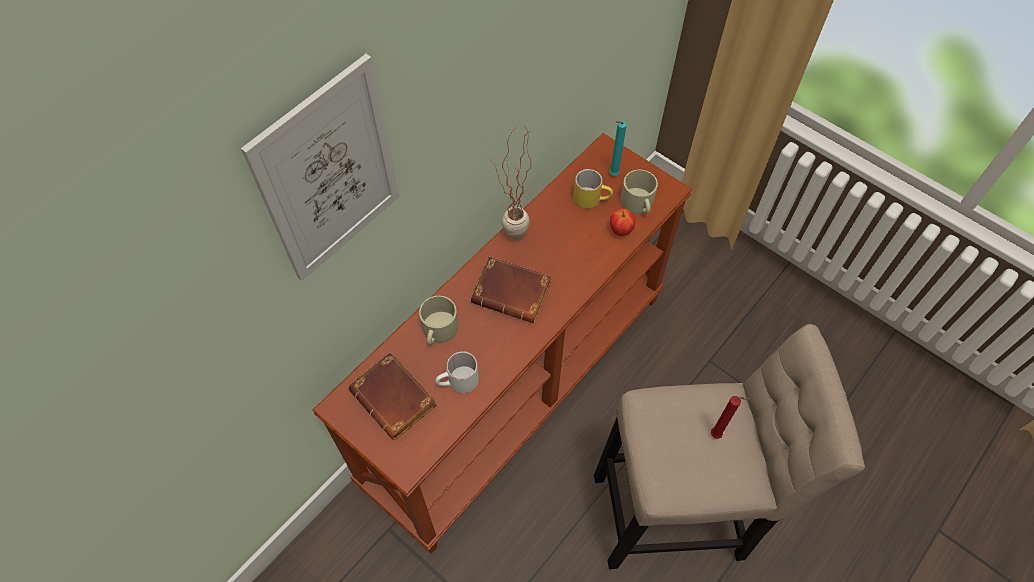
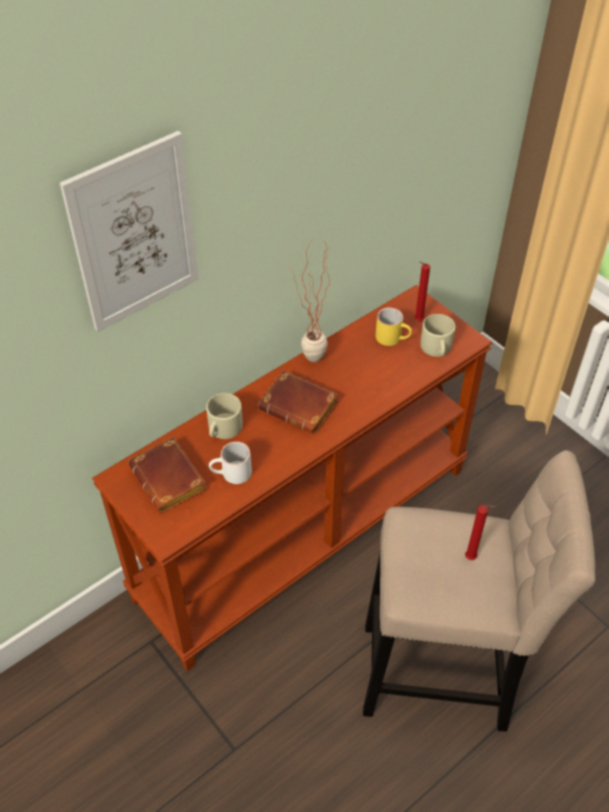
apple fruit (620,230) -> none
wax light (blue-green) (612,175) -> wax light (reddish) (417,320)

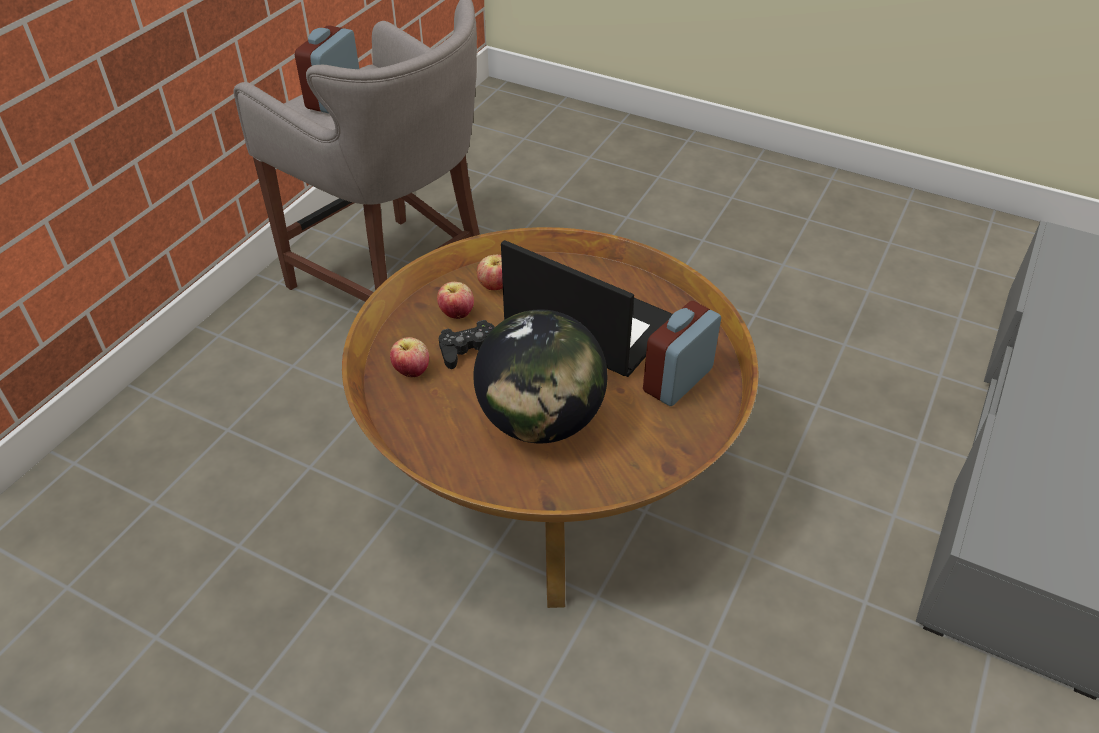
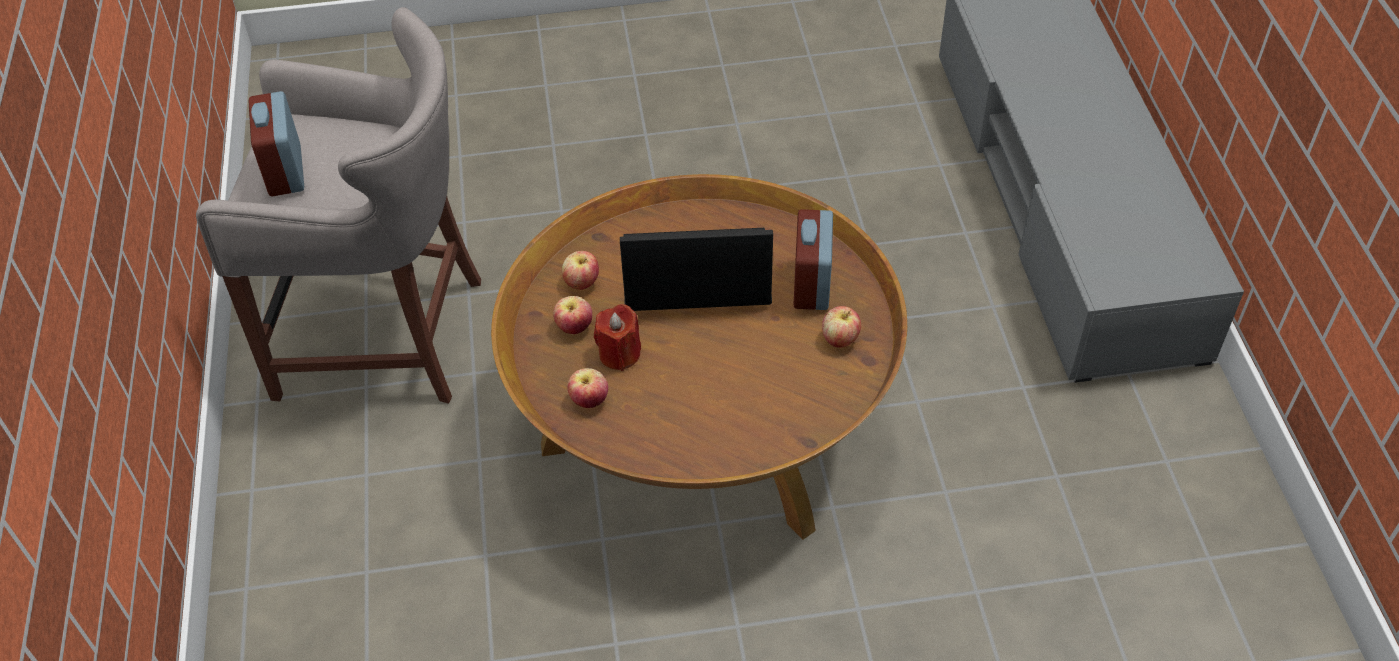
desk globe (540,421) -> none
none -> apple fruit (840,339)
gamepad (black) (469,350) -> wax light (reddish) (619,354)

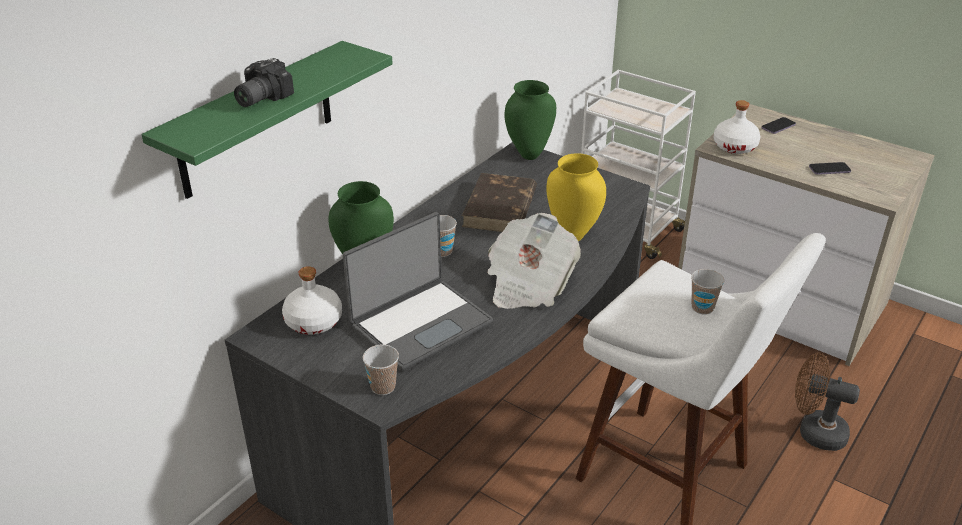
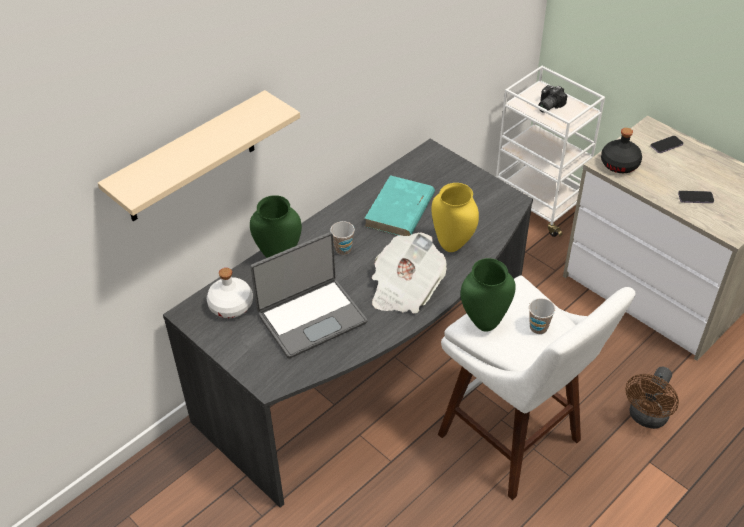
drinking cup (383,387) -> none
photo camera (259,98) -> photo camera (547,106), shifted
vase (greenish) (529,155) -> vase (greenish) (484,324), shifted
wall shelf (greenish) (256,120) -> wall shelf (beige-coloured) (190,159)
volume (brownish) (500,208) -> volume (blue-green) (399,211)
drink bottle (whitish) (735,146) -> drink bottle (black) (619,164)
fan (brownish) (814,432) -> fan (brownish) (646,418), 90 degrees counterclockwise

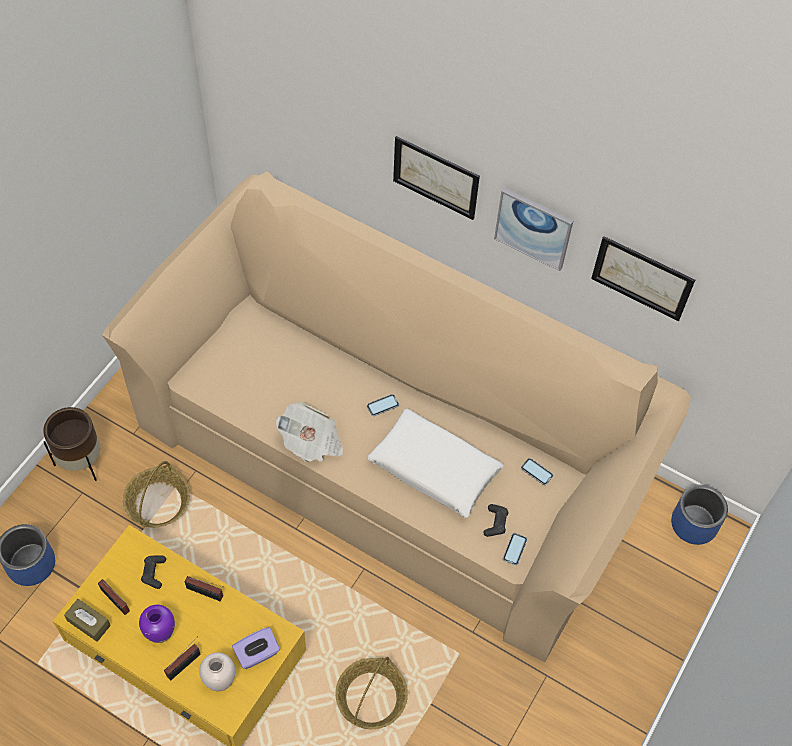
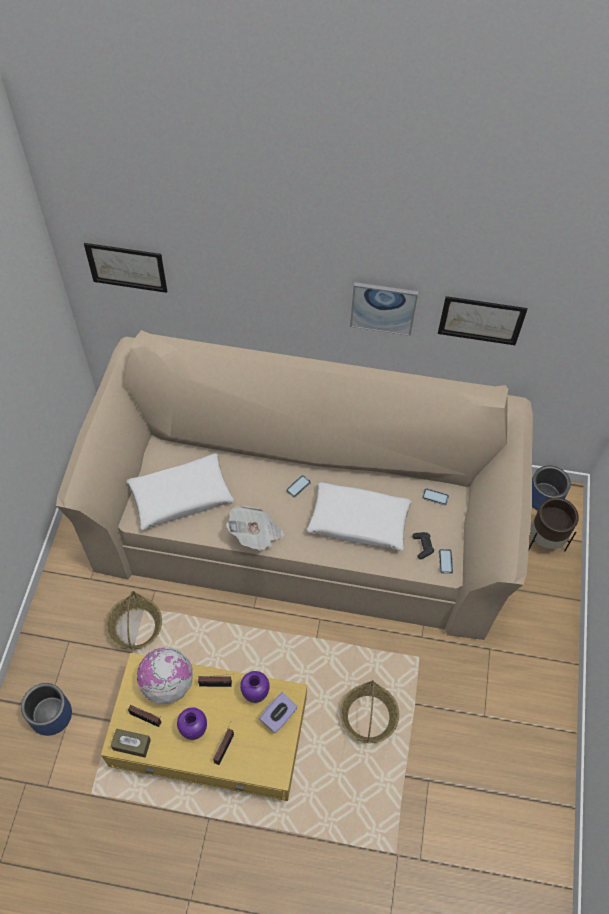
vase (whitish) (219,680) -> none
none -> pillow (whitish) (181,496)
none -> vase (purple-coloured) (255,693)
plant pot (brownish) (81,461) -> plant pot (brownish) (544,541), shifted
wall picture (435,177) -> wall picture (126,267), shifted
gamepad (black) (154,573) -> desk globe (167,684)

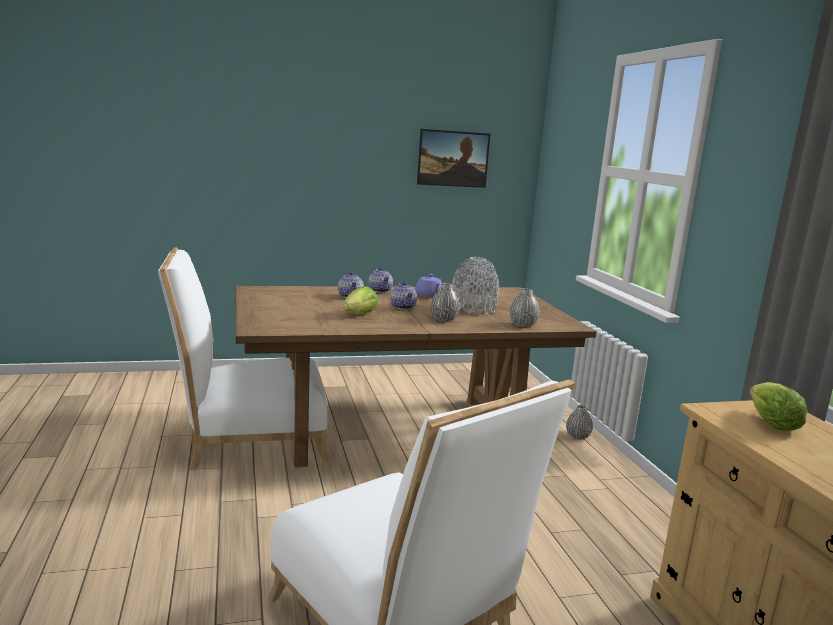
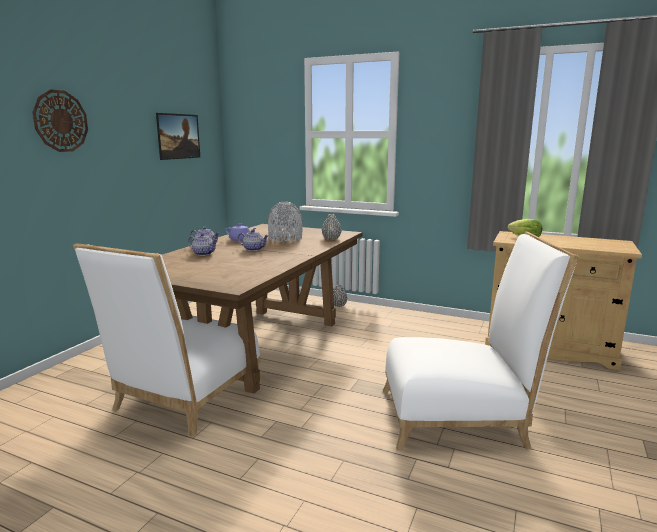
lettuce head (359,314) -> none
vase (gray) (444,319) -> none
none -> clock on the wall (60,121)

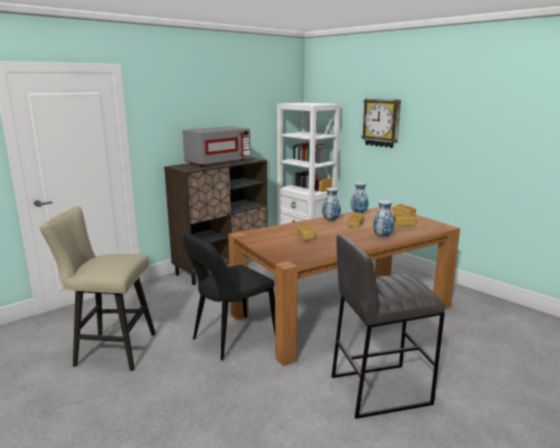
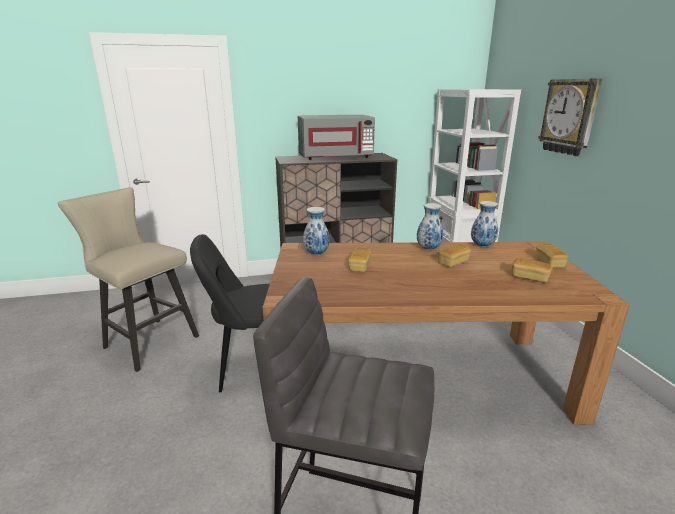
vase (382,236) -> vase (316,253), shifted

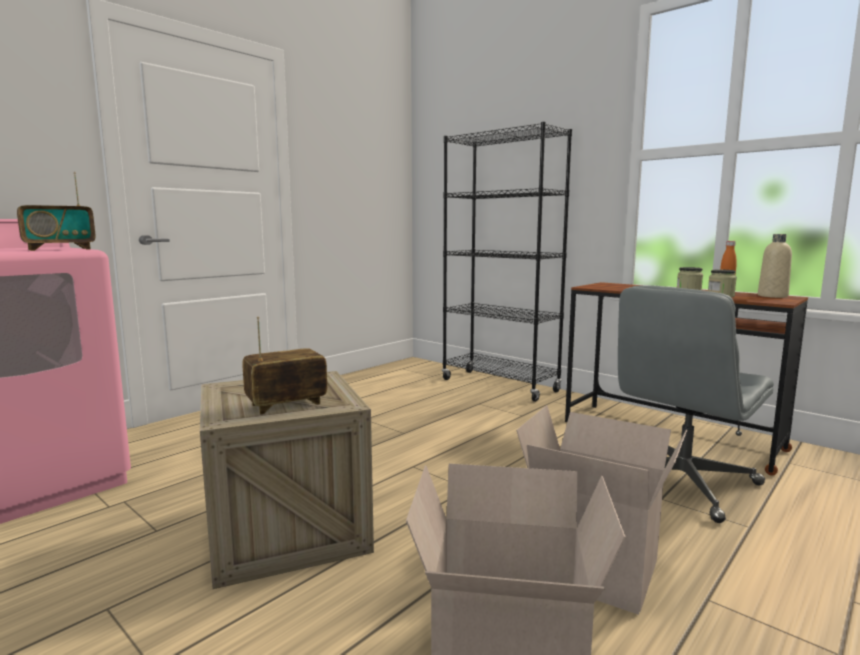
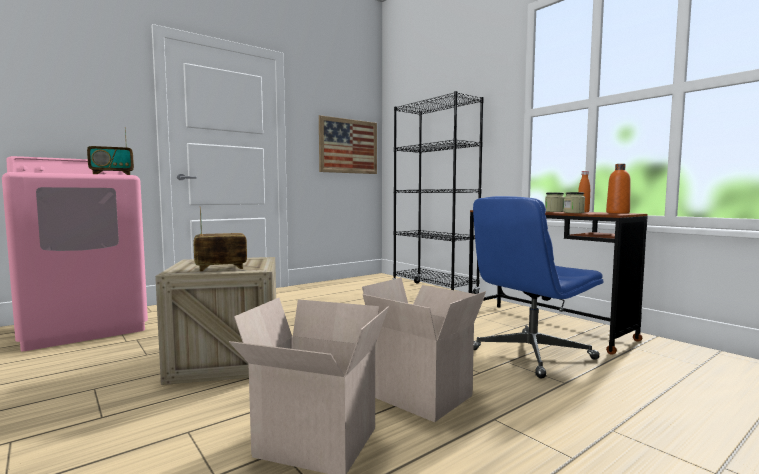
none -> wall picture (348,146)
office chair (gray) (682,484) -> office chair (bluish) (531,355)
drink bottle (beige-coloured) (772,296) -> drink bottle (orange) (617,213)

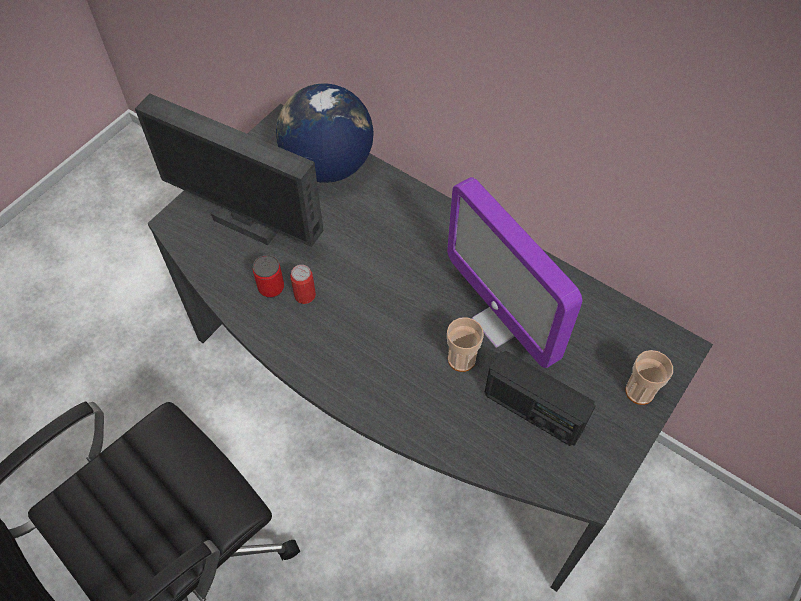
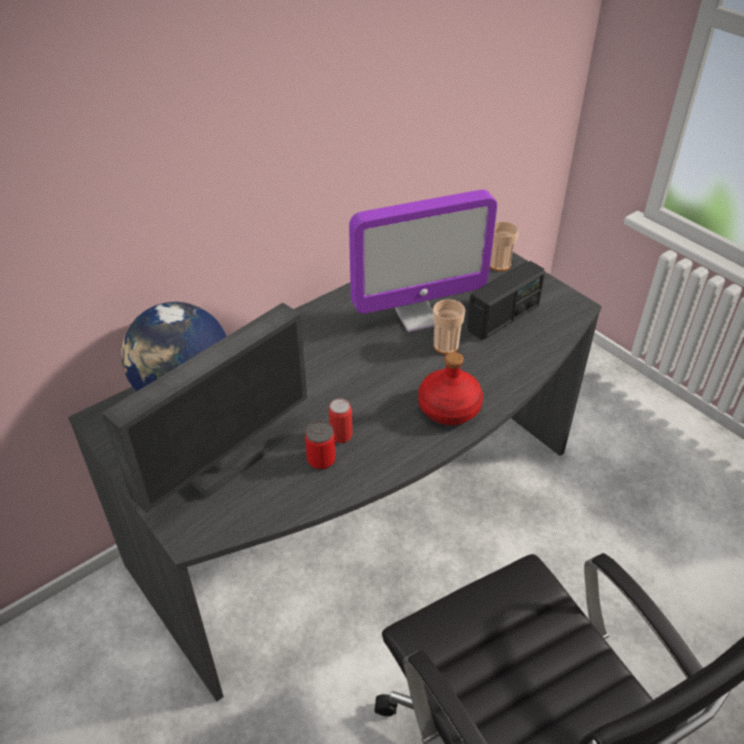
none -> drink bottle (reddish) (449,407)

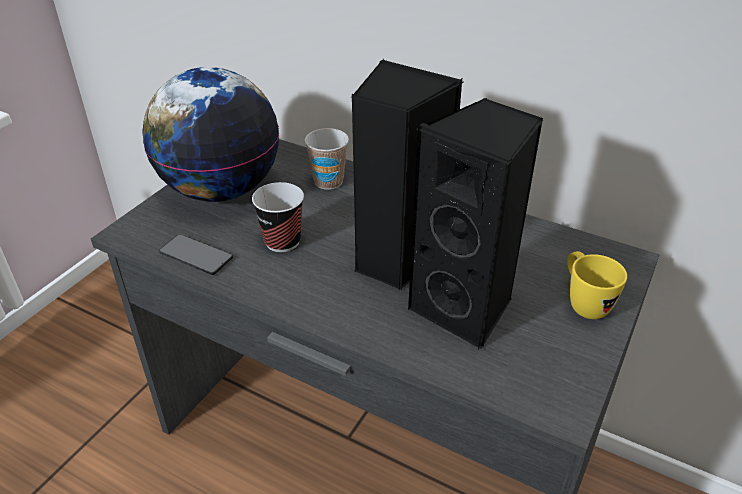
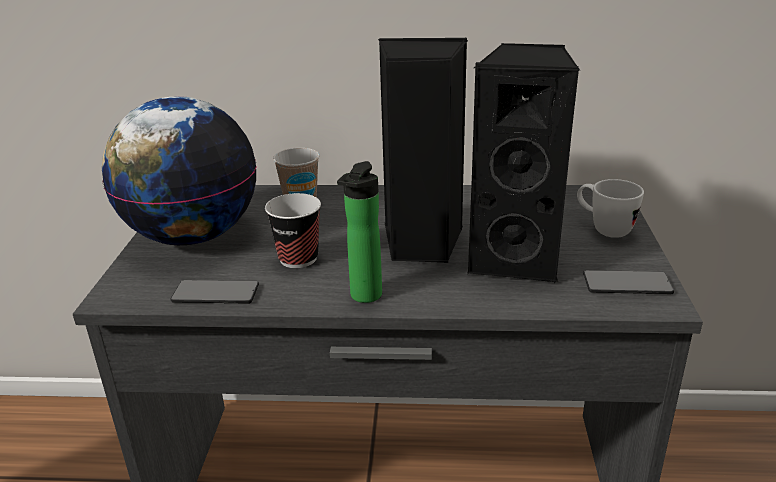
none -> drink bottle (364,297)
none -> handset (627,284)
mug (yellow) (583,303) -> mug (whitish) (603,229)

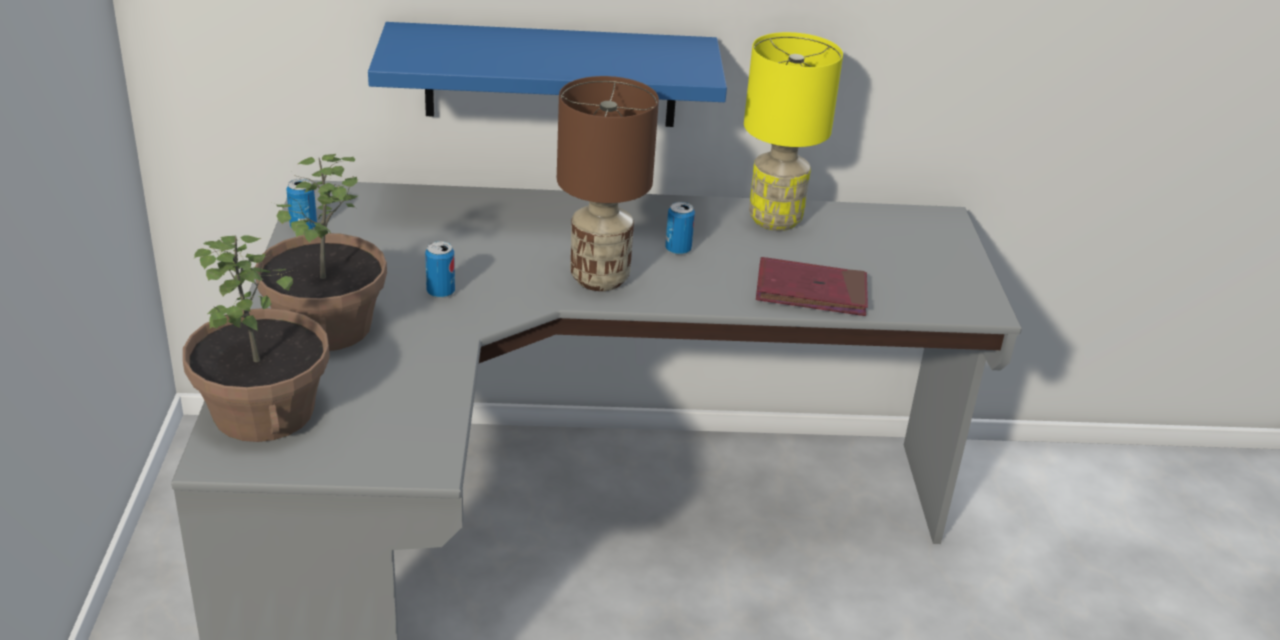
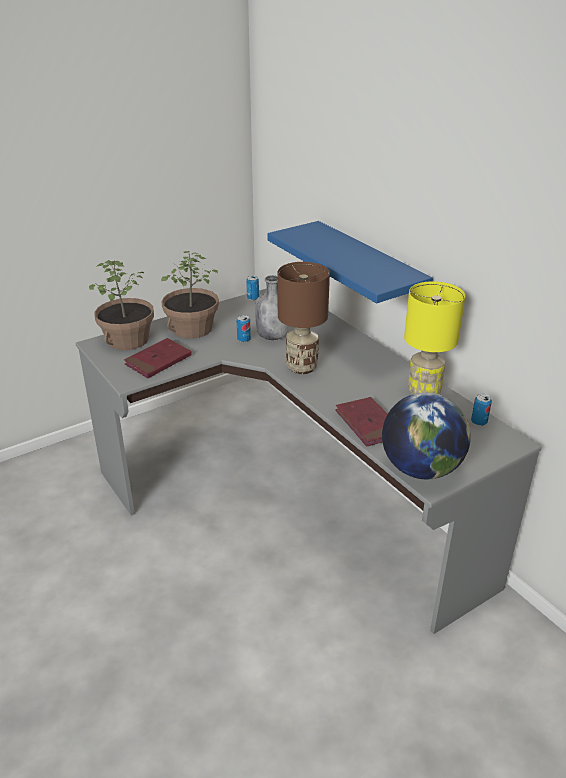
none -> volume (reddish) (158,361)
none -> drink bottle (gray) (273,336)
none -> desk globe (421,469)
metal can (678,249) -> metal can (479,422), shifted

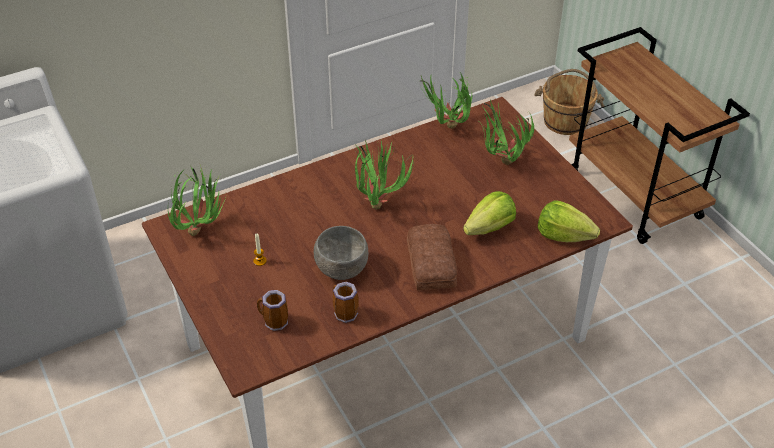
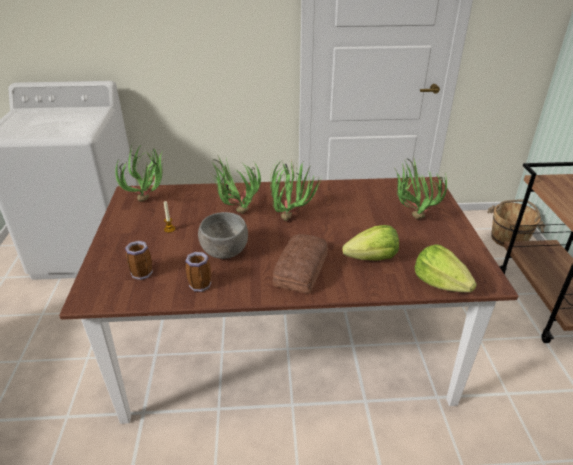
plant in a pot (447,130) -> plant in a pot (236,213), shifted

